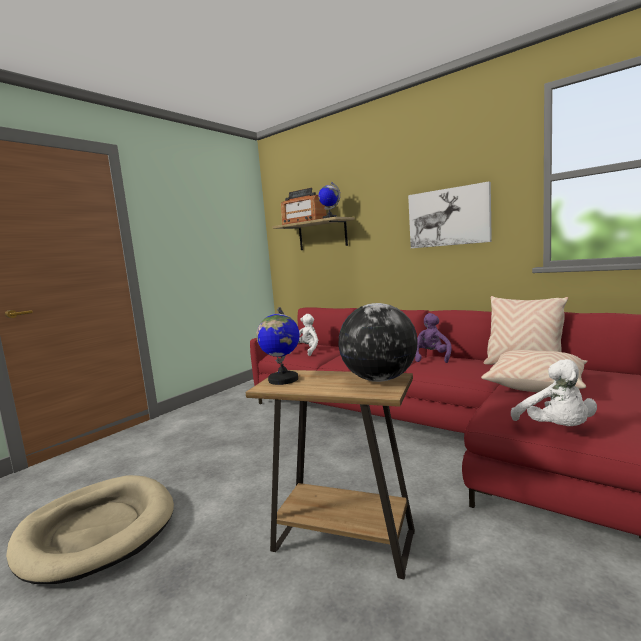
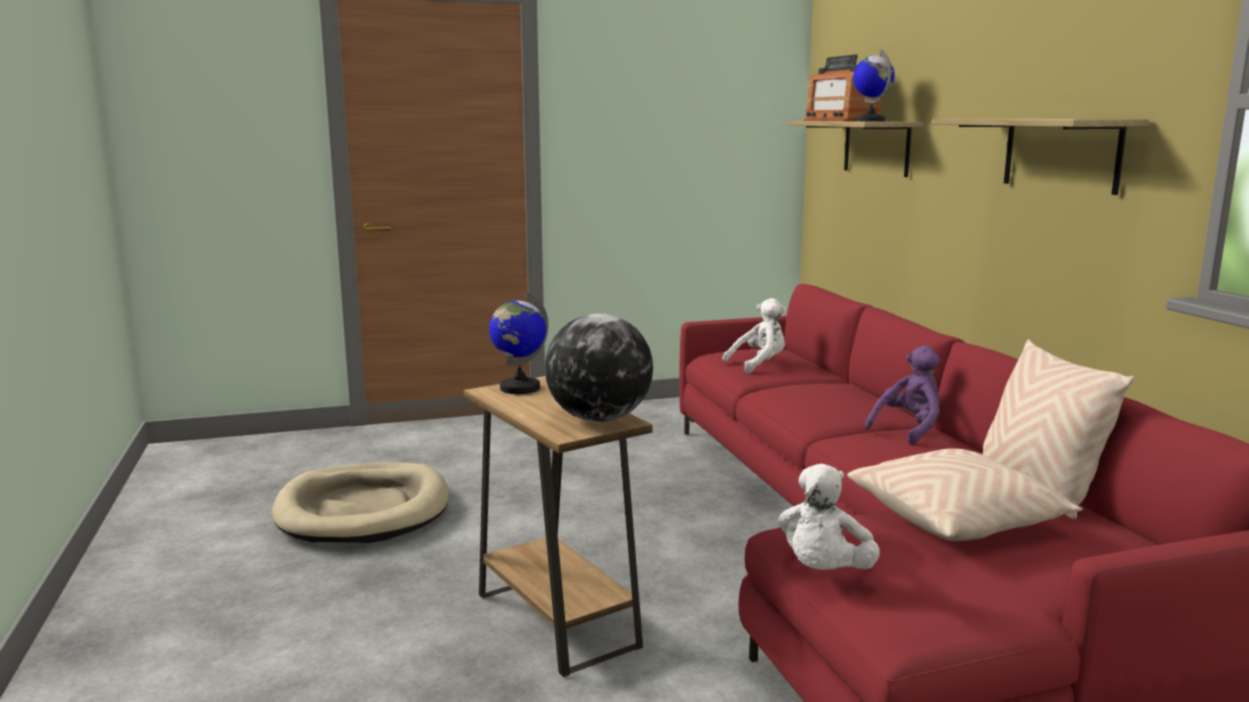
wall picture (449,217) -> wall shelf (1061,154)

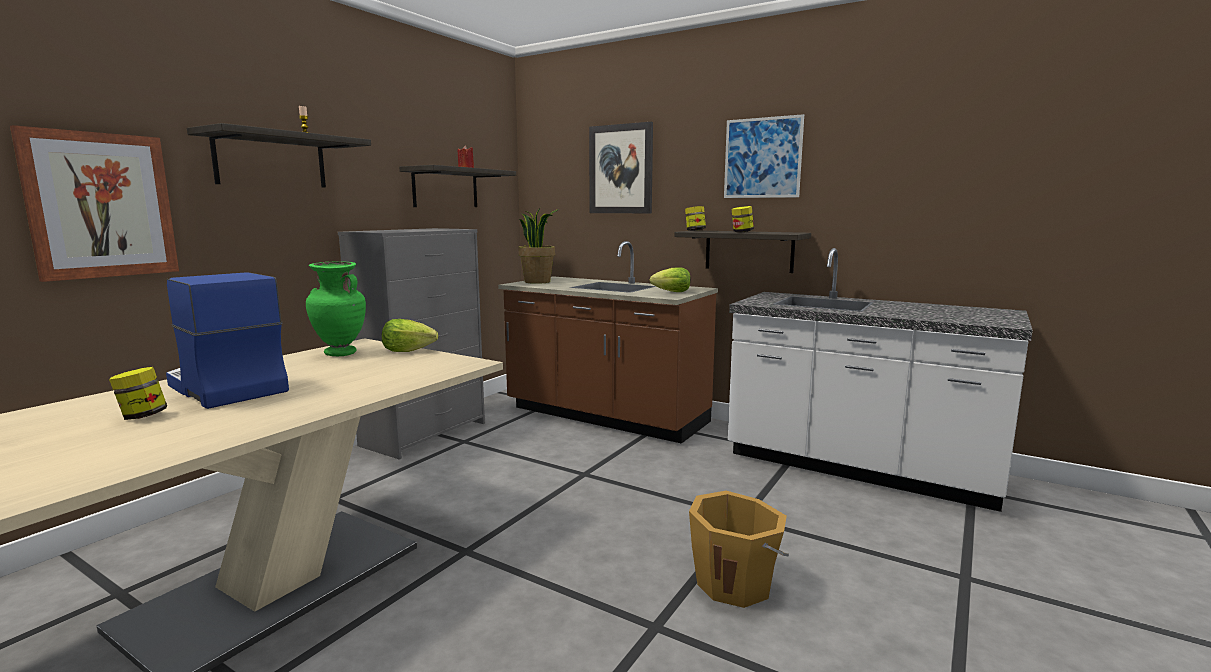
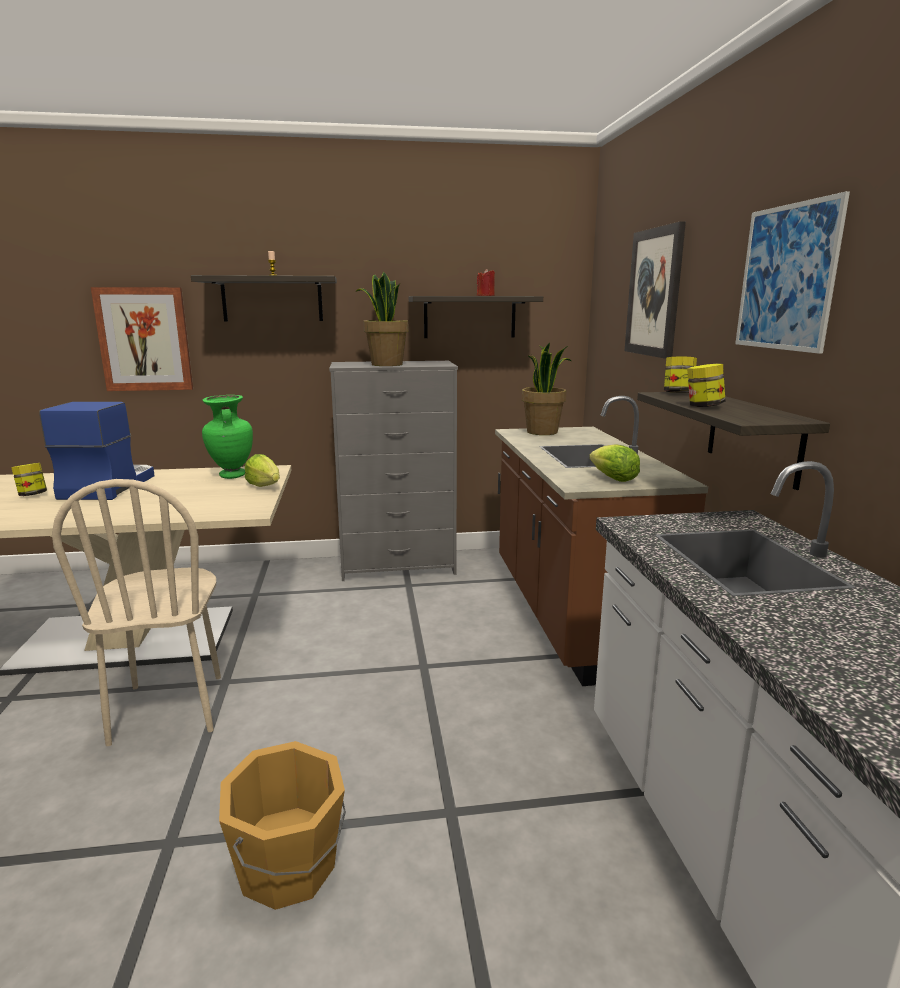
none -> chair (beige-coloured) (169,708)
none -> plant in a pot (386,364)

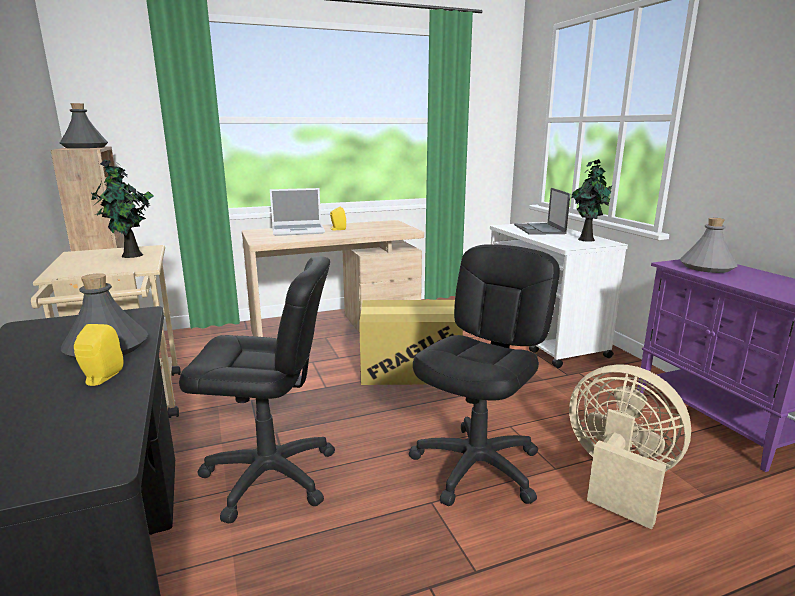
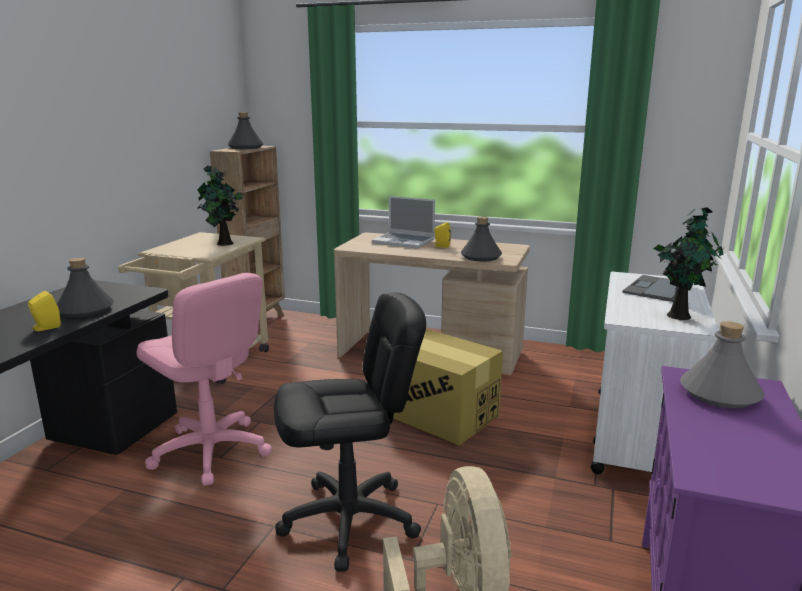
none -> drink bottle (gray) (481,257)
office chair (black) (270,476) -> office chair (pink) (210,451)

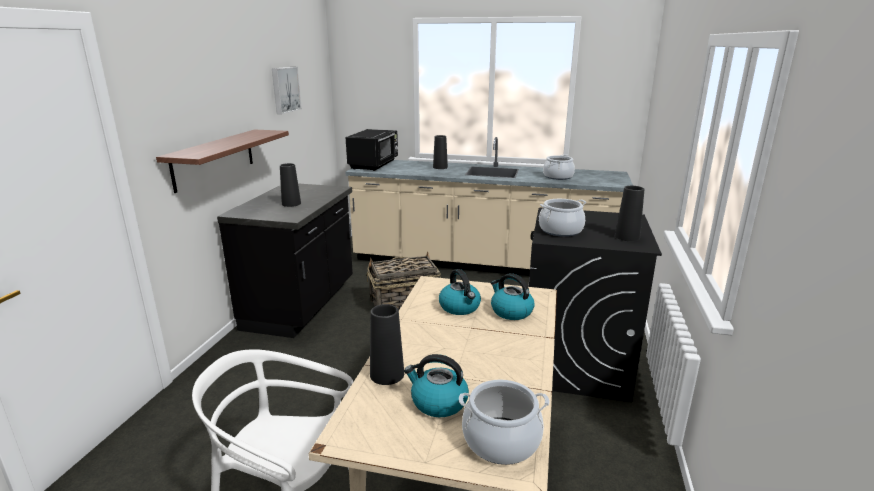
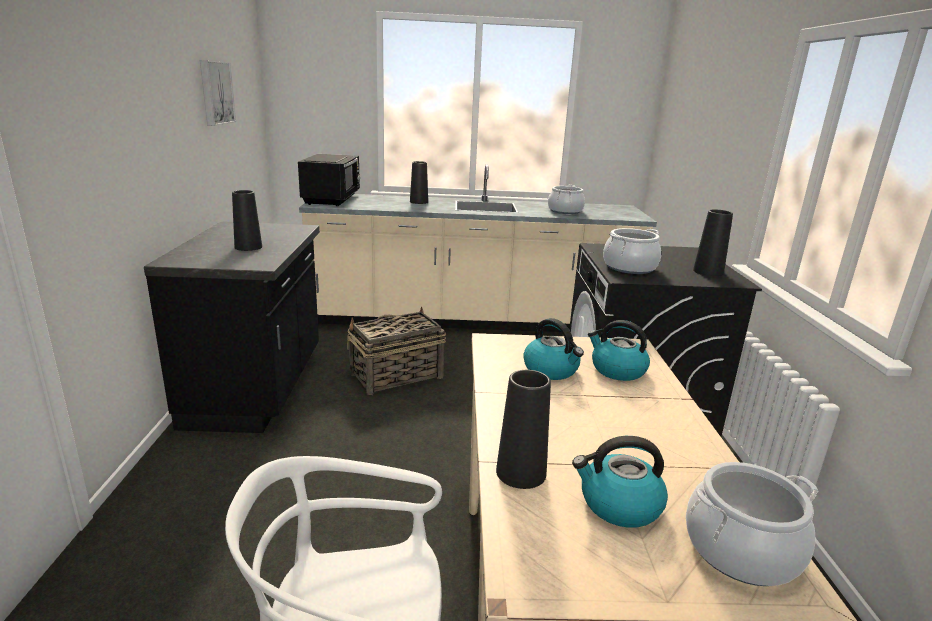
wall shelf (214,159) -> none

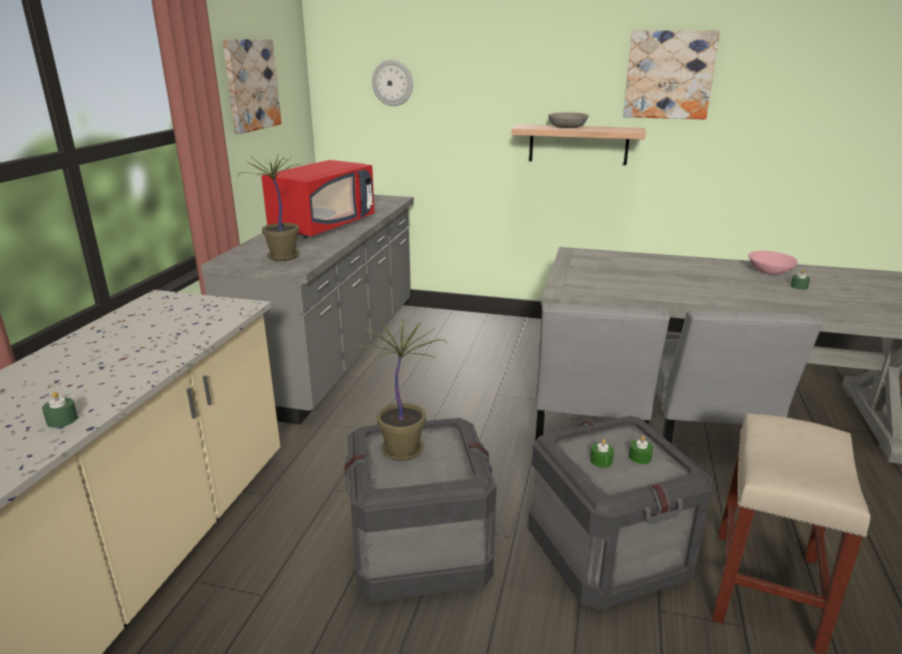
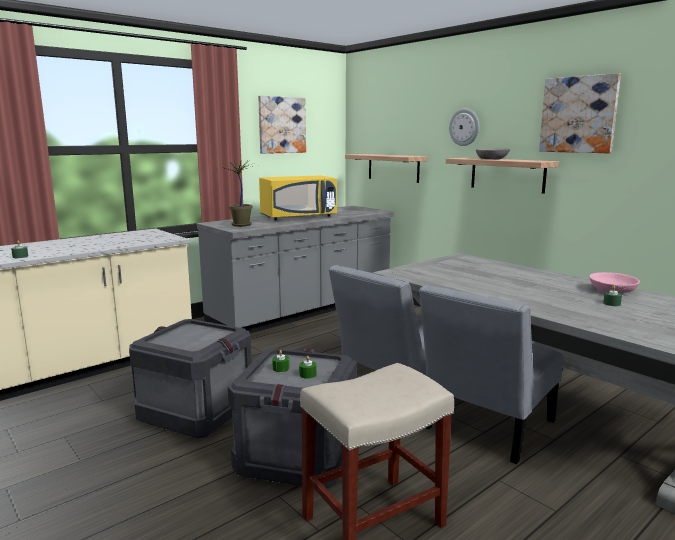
plant in a pot (404,449) -> none
none -> wall shelf (393,167)
clock on the wall (393,83) -> clock on the wall (464,127), shifted
microwave (reddish) (323,226) -> microwave (yellow) (298,217)

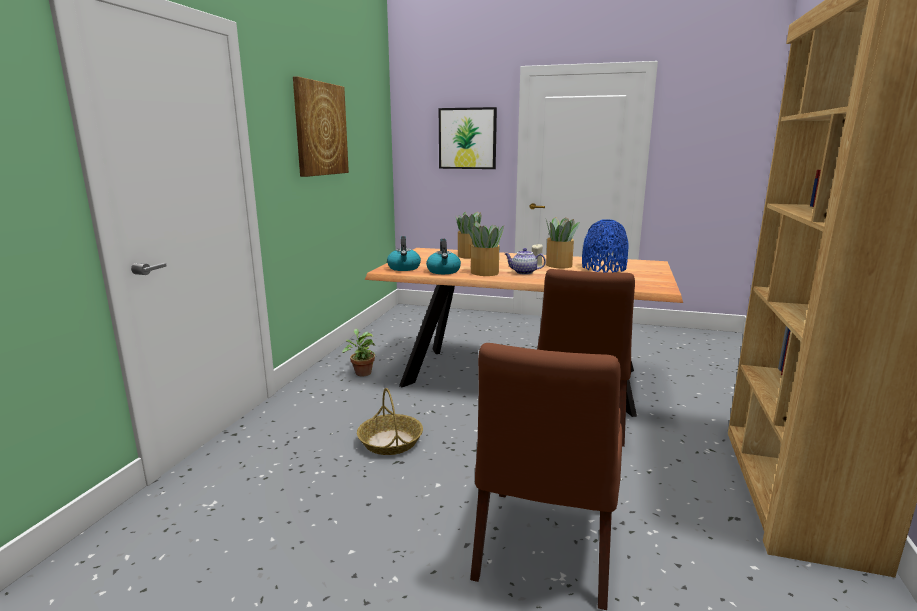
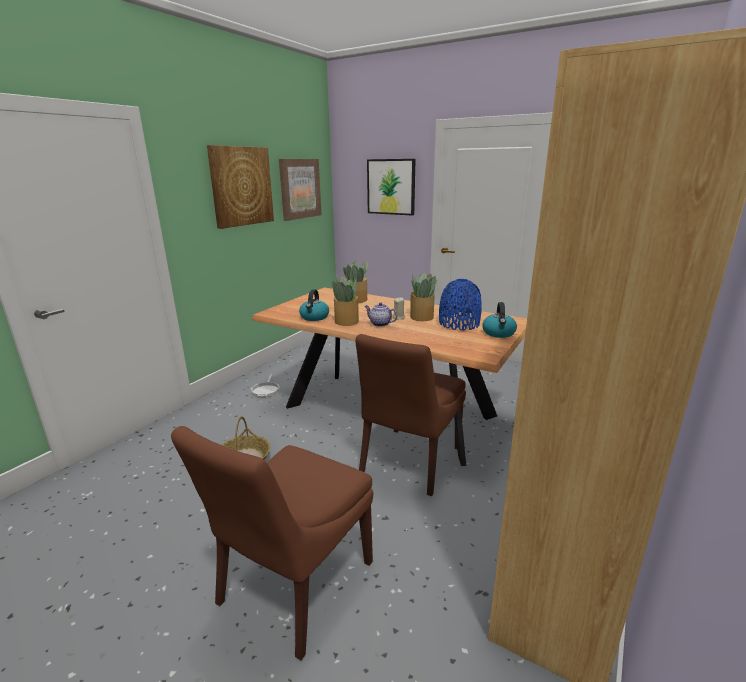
none -> wall picture (299,189)
tea kettle (404,268) -> tea kettle (499,333), shifted
plant in a pot (362,372) -> frying pan (266,390)

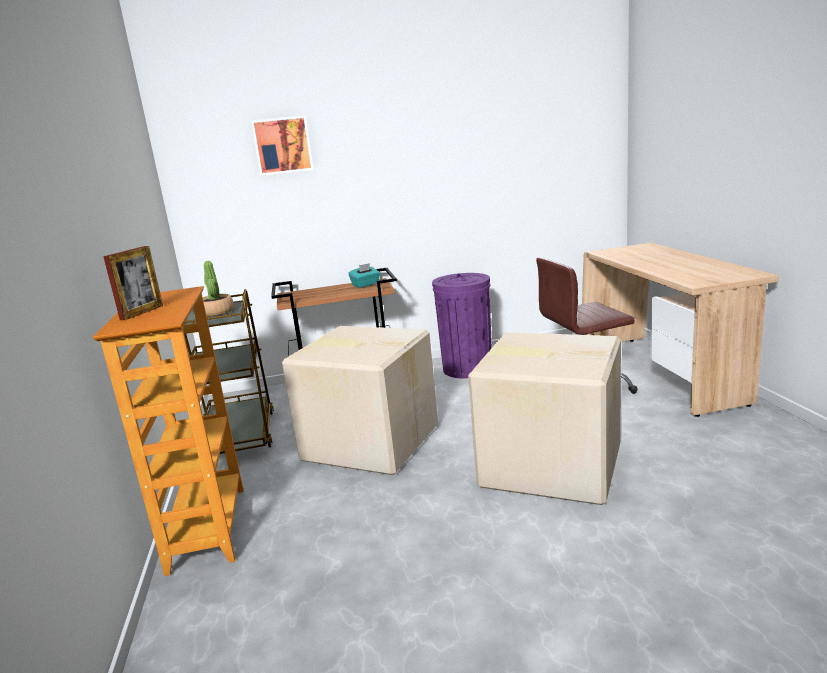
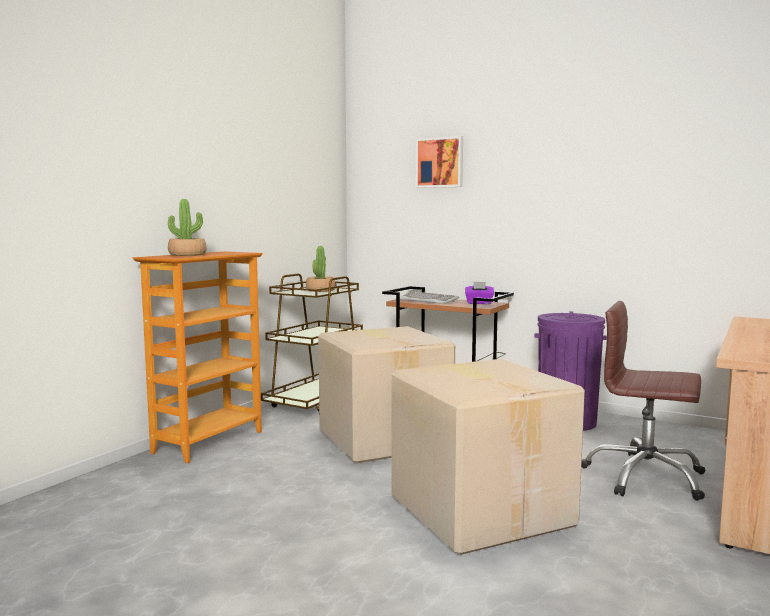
none -> keyboard (428,300)
picture frame (142,312) -> plant in a pot (187,255)
tissue box (blue-green) (366,285) -> tissue box (purple-coloured) (479,303)

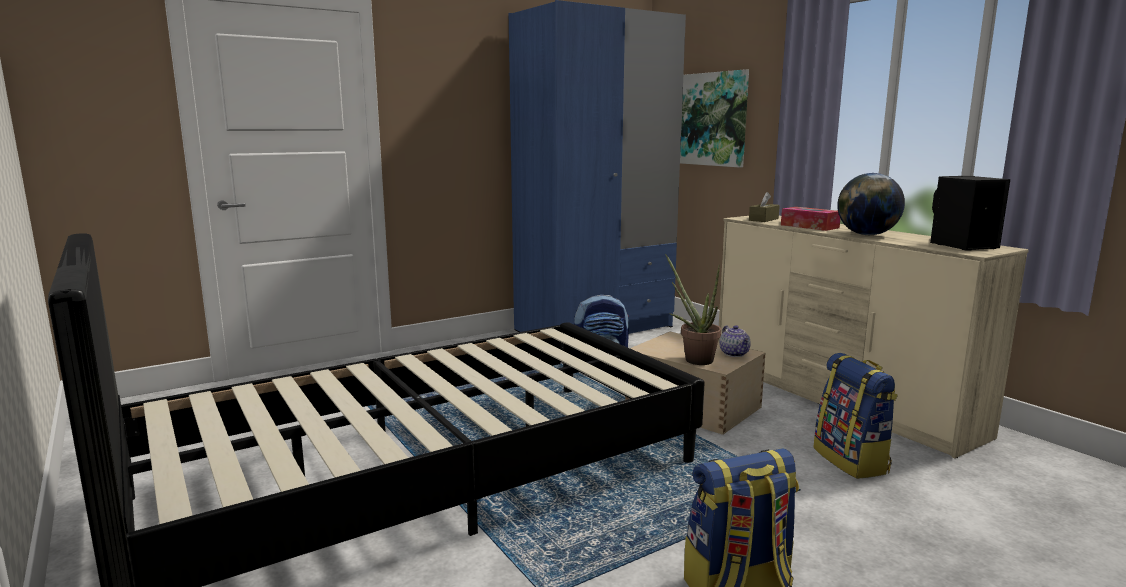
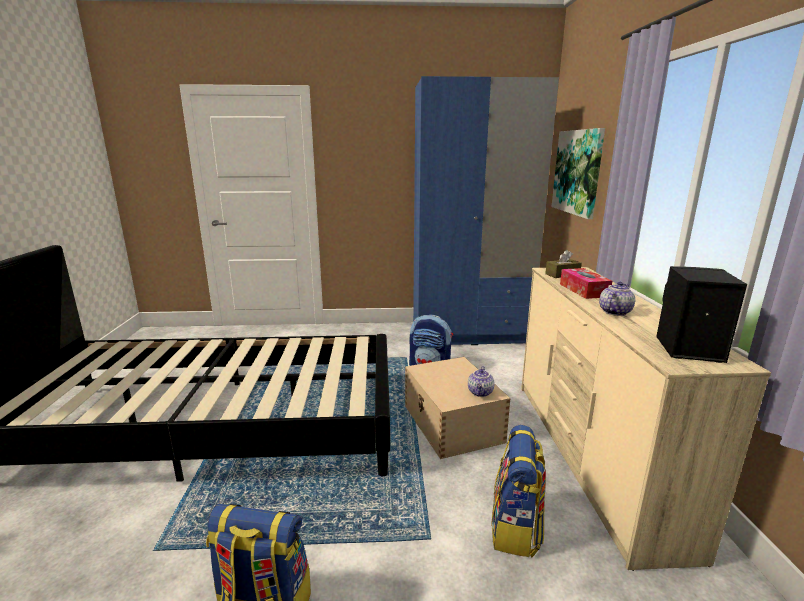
plant in a pot (694,359) -> none
desk globe (867,235) -> teapot (614,312)

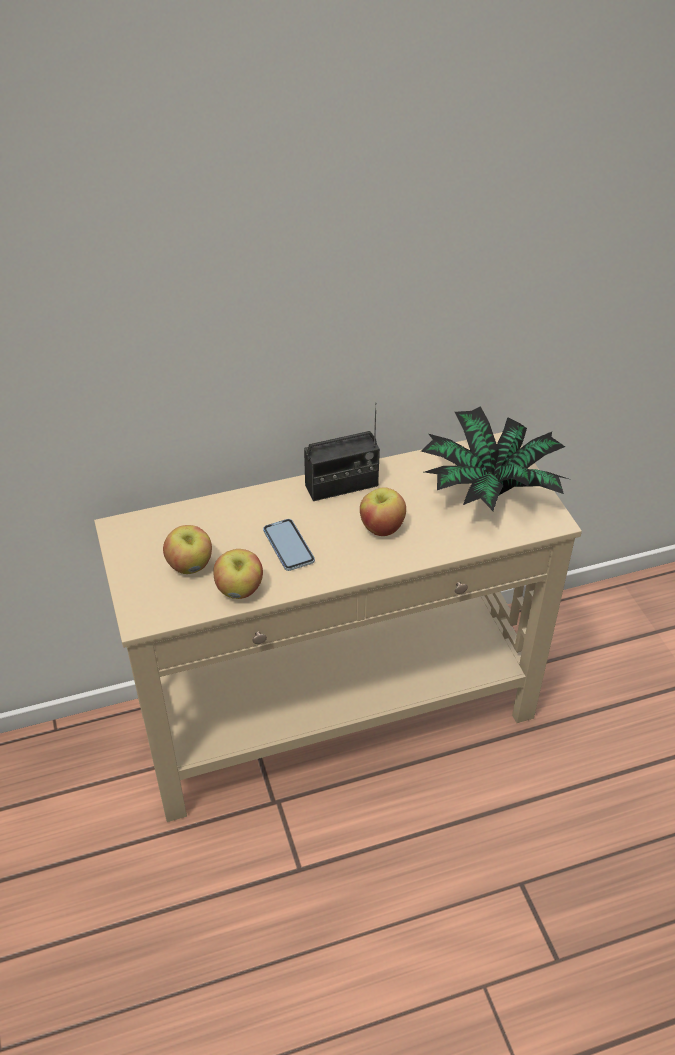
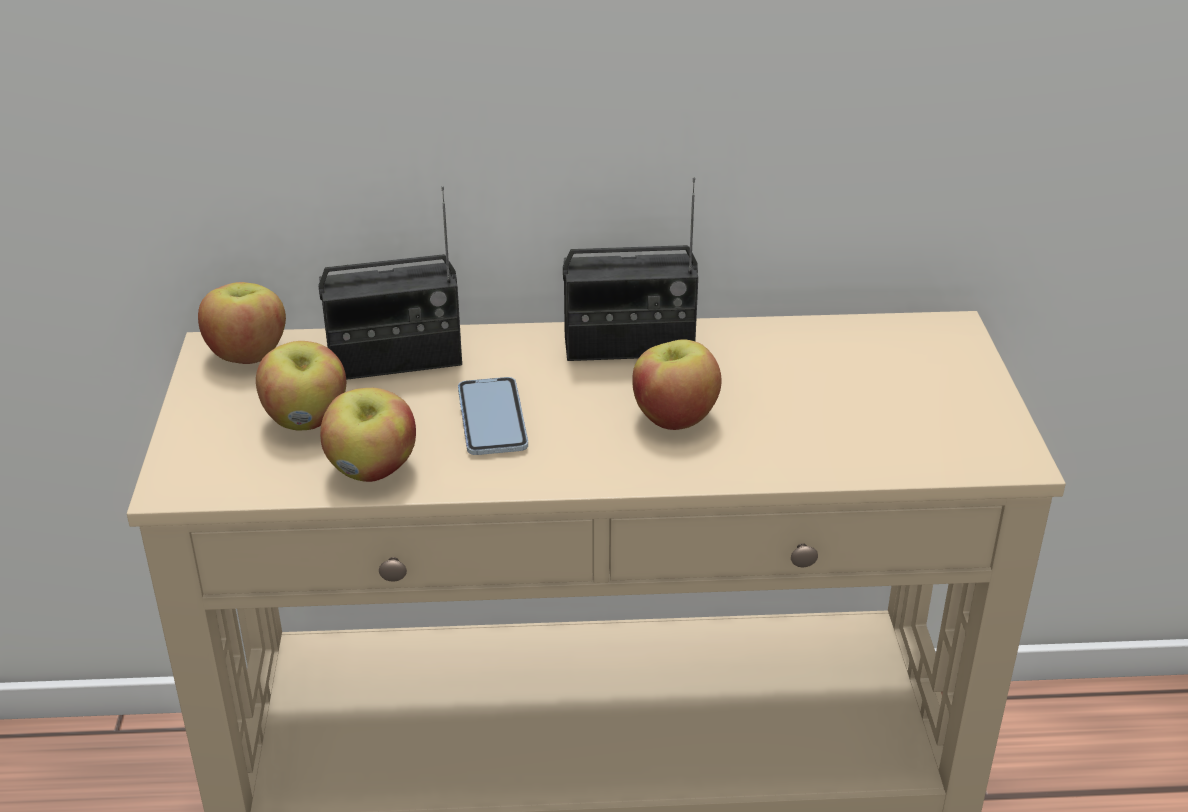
plant in a pot (490,488) -> none
none -> apple fruit (248,354)
none -> radio set (395,361)

